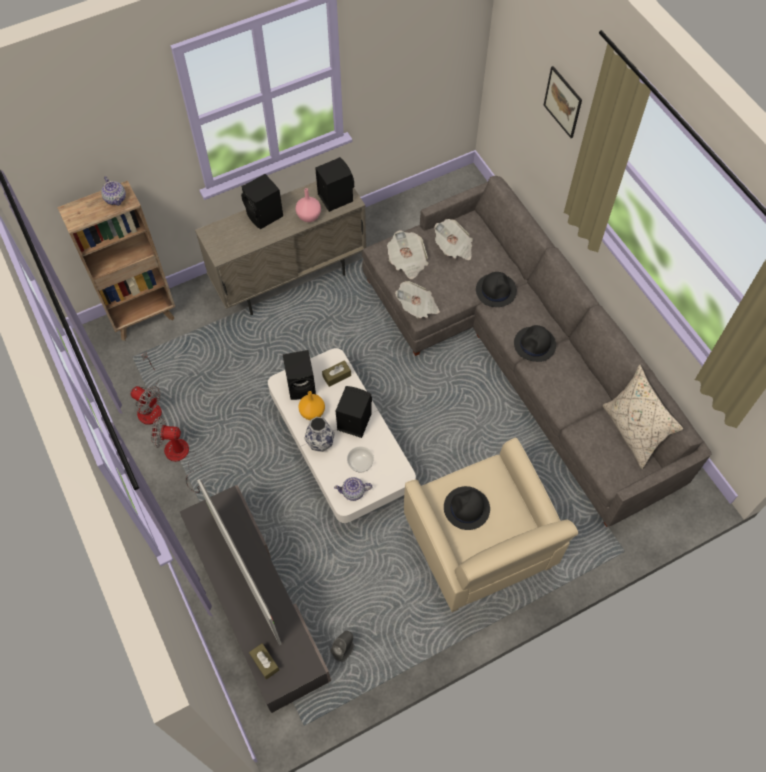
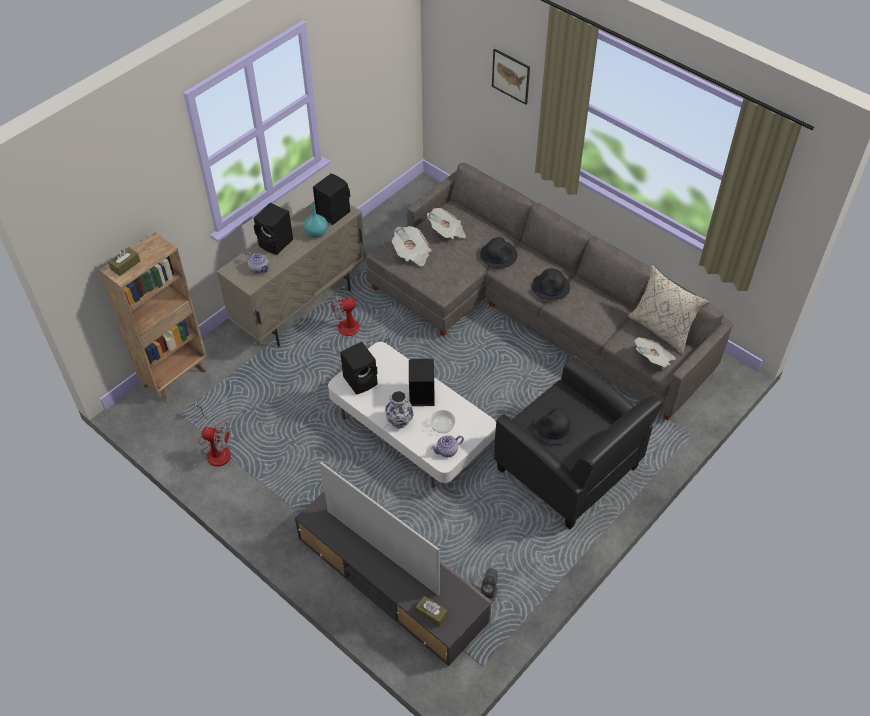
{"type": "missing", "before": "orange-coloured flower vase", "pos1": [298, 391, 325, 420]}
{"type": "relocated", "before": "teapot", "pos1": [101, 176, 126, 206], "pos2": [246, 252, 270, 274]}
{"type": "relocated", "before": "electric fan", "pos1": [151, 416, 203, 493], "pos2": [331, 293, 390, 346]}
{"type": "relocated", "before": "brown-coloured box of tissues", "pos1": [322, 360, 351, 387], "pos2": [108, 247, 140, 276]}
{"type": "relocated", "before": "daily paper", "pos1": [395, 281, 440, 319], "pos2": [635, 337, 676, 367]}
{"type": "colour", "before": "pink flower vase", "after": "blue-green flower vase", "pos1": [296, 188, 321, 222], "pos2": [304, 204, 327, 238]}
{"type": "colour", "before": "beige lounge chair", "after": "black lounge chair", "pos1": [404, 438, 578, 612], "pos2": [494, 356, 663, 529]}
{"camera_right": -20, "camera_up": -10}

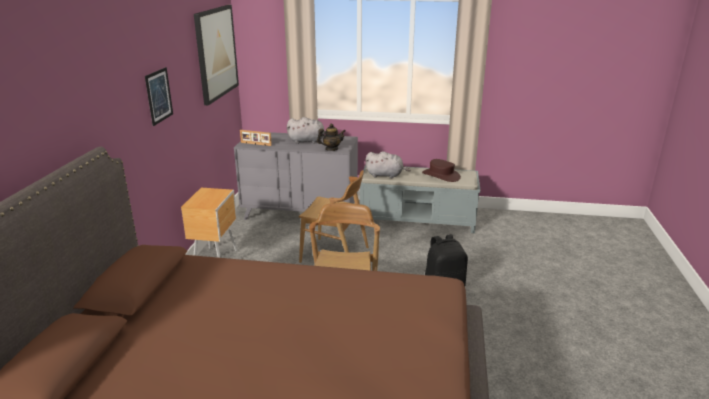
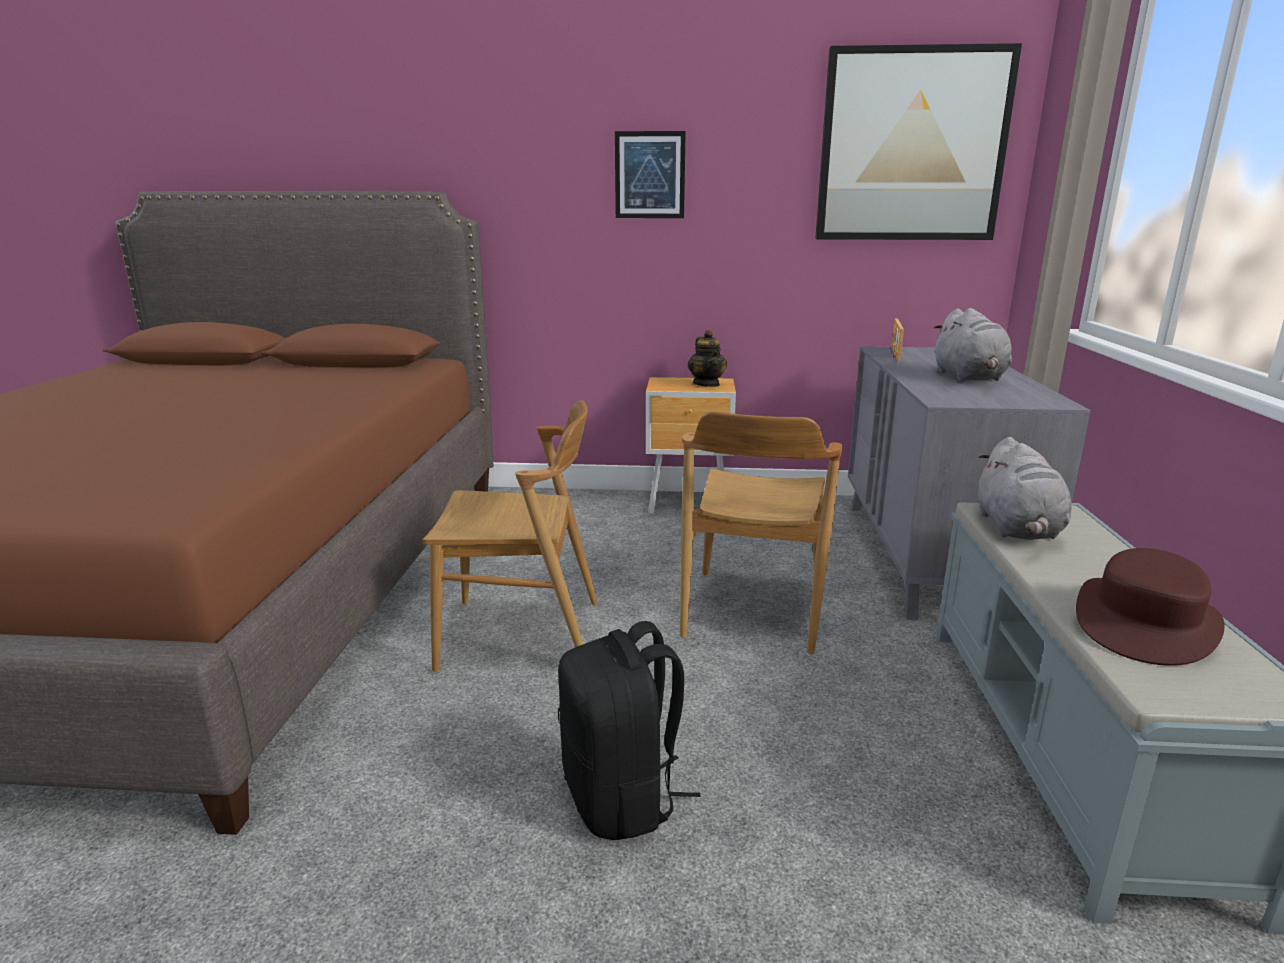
{"type": "relocated", "before": "teapot", "pos1": [317, 124, 345, 151], "pos2": [688, 330, 727, 387]}
{"camera_right": 85, "camera_up": -5}

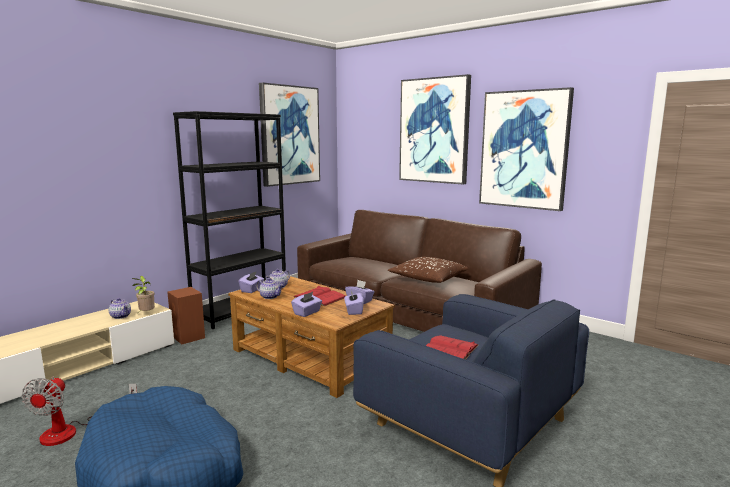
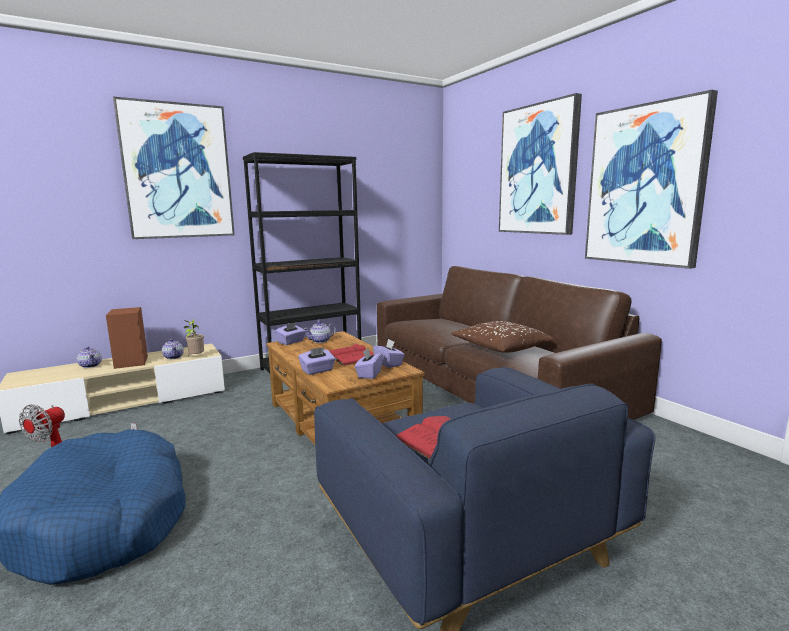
{"type": "relocated", "before": "brown-coloured speaker", "pos1": [167, 287, 205, 345], "pos2": [106, 307, 148, 369]}
{"type": "relocated", "before": "teapot", "pos1": [256, 278, 283, 299], "pos2": [77, 347, 102, 368]}
{"type": "relocated", "before": "wall picture", "pos1": [259, 83, 320, 187], "pos2": [113, 97, 235, 239]}
{"camera_right": 20, "camera_up": 0}

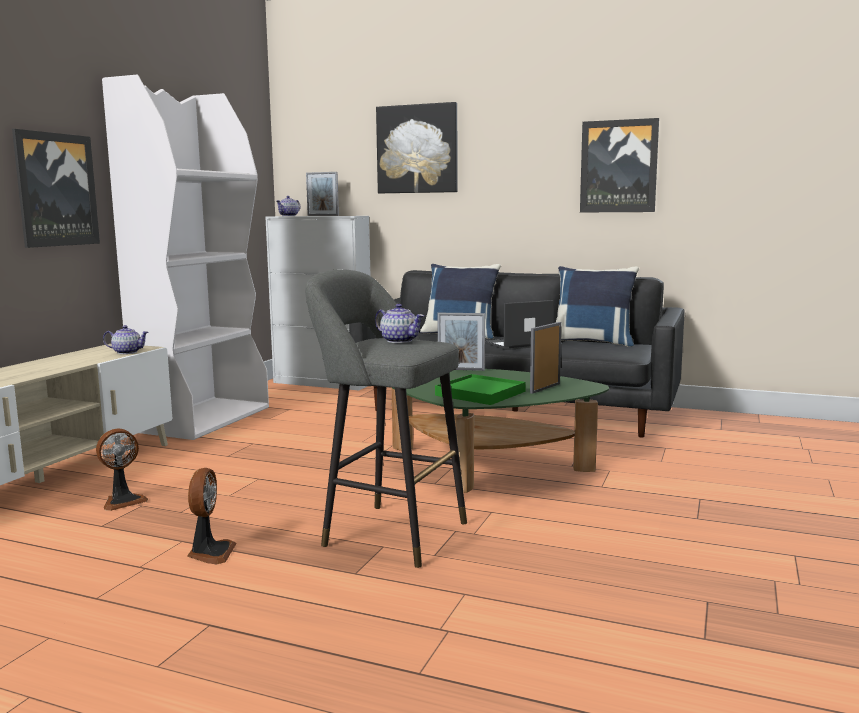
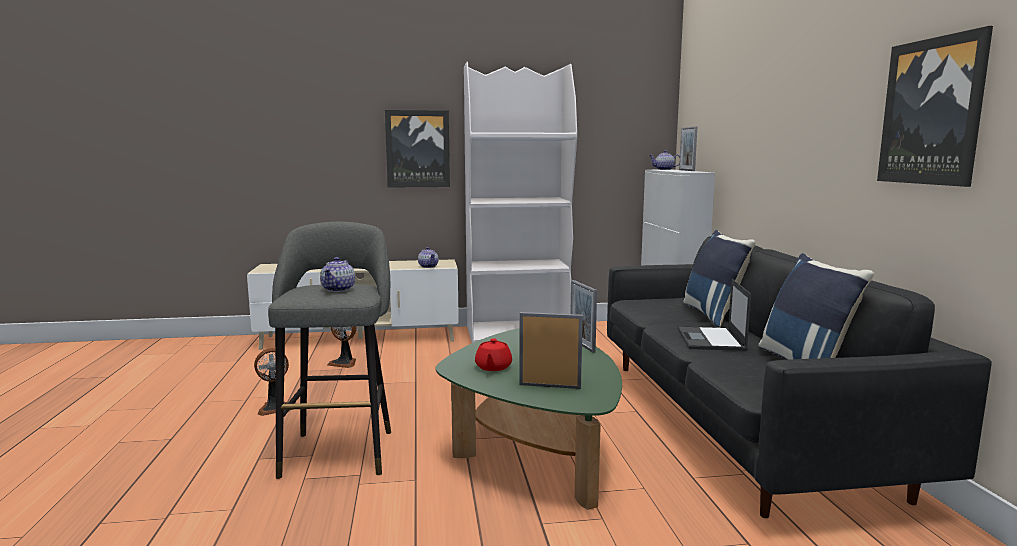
{"type": "missing", "before": "wall picture", "pos1": [376, 102, 457, 193]}
{"type": "exchanged", "before": "greenish carrying tray", "after": "red teapot", "pos1": [435, 374, 526, 405], "pos2": [475, 338, 512, 371]}
{"type": "spun", "before": "portable computer", "pos1": [485, 300, 554, 350], "pos2": [678, 279, 751, 351], "turn": -120}
{"camera_right": 60, "camera_up": 0}

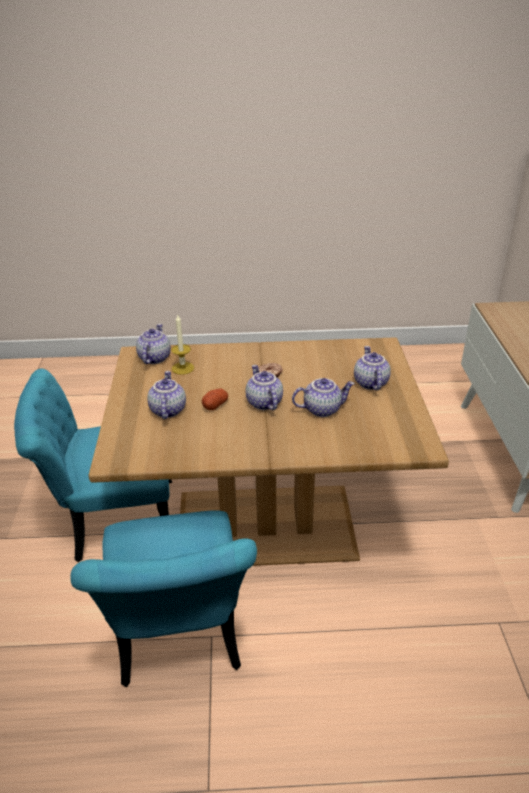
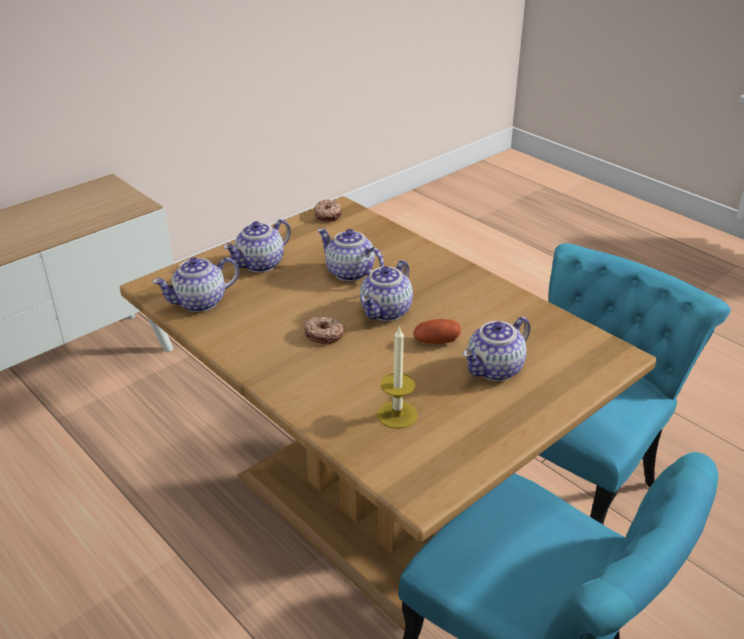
{"type": "appeared", "after": "ring doughnut", "pos2": [314, 200, 342, 222]}
{"type": "relocated", "before": "teapot", "pos1": [136, 324, 171, 364], "pos2": [152, 257, 239, 312]}
{"camera_right": -130, "camera_up": 0}

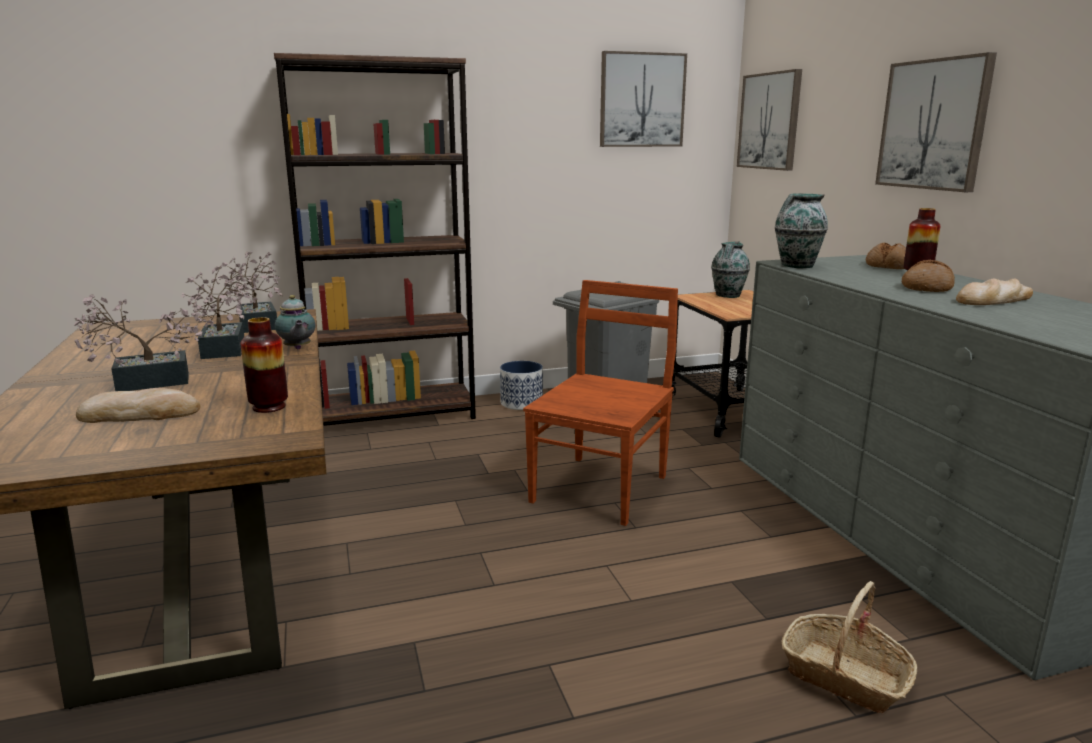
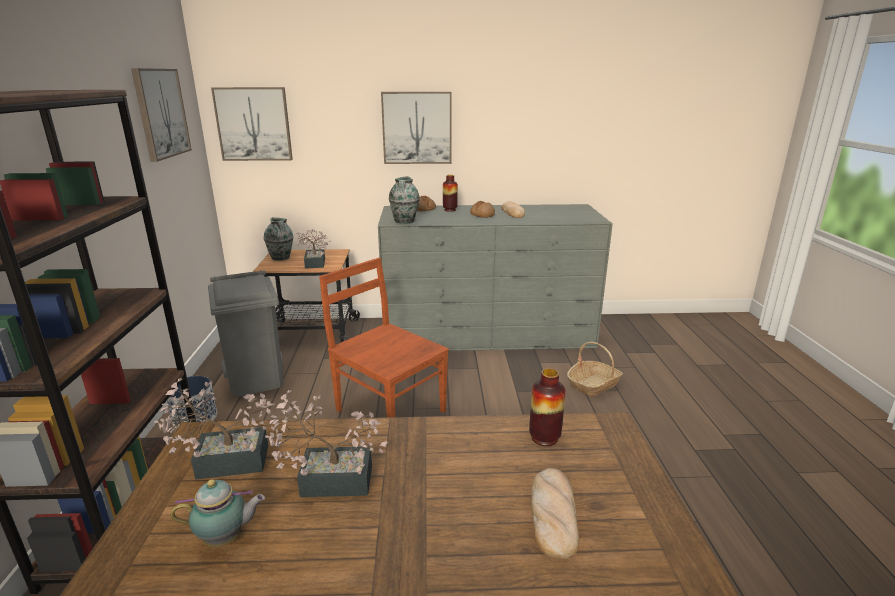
{"type": "relocated", "before": "potted plant", "pos1": [74, 294, 203, 391], "pos2": [296, 229, 330, 269]}
{"type": "relocated", "before": "teapot", "pos1": [275, 295, 315, 349], "pos2": [170, 479, 265, 547]}
{"camera_right": -75, "camera_up": 5}

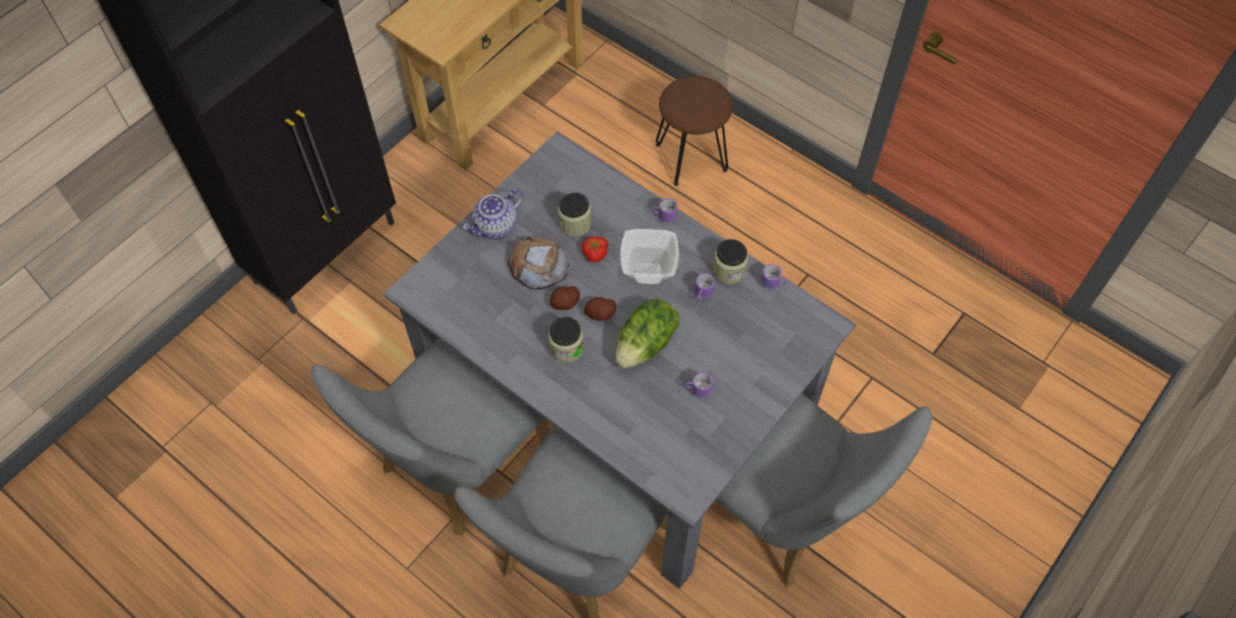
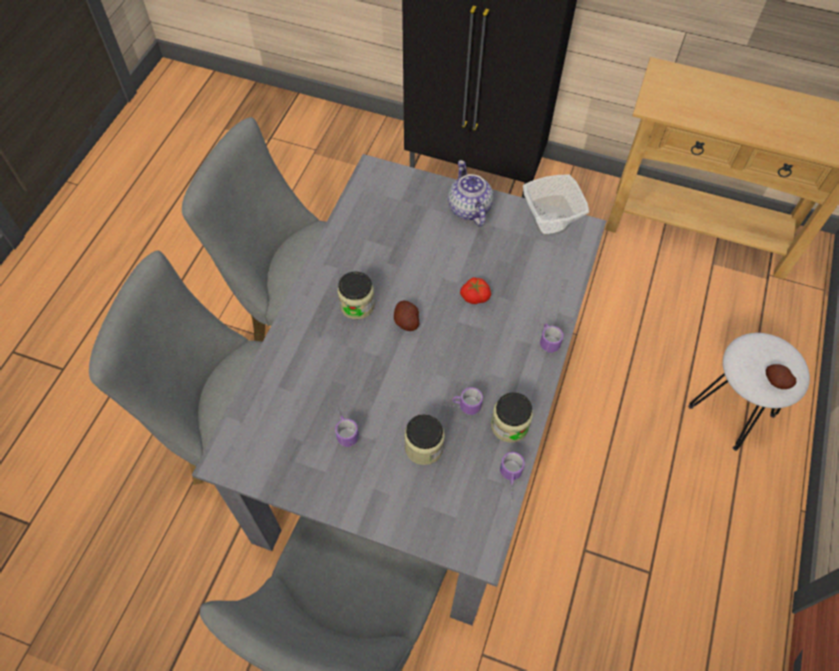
{"type": "missing", "before": "baked bread", "pos1": [507, 236, 570, 290]}
{"type": "missing", "before": "lettuce head", "pos1": [615, 299, 679, 368]}
{"type": "relocated", "before": "potato", "pos1": [550, 286, 580, 310], "pos2": [766, 364, 797, 389]}
{"type": "relocated", "before": "preserve jar", "pos1": [558, 192, 591, 237], "pos2": [404, 414, 445, 465]}
{"type": "relocated", "before": "deep dish", "pos1": [620, 229, 679, 286], "pos2": [523, 175, 589, 236]}
{"type": "colour", "before": "brown-coloured stool", "after": "white-coloured stool", "pos1": [656, 76, 733, 186], "pos2": [688, 333, 810, 451]}
{"type": "spun", "before": "teapot", "pos1": [463, 189, 524, 239], "pos2": [448, 160, 493, 227], "turn": 45}
{"camera_right": 70, "camera_up": 0}

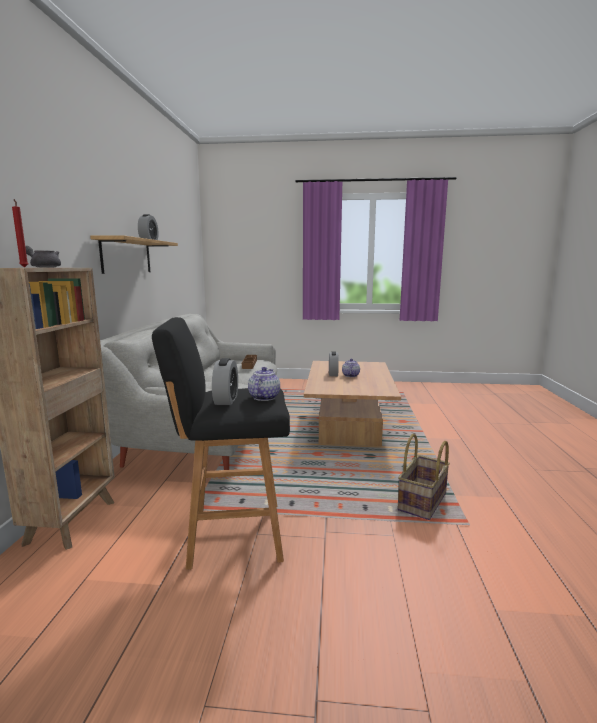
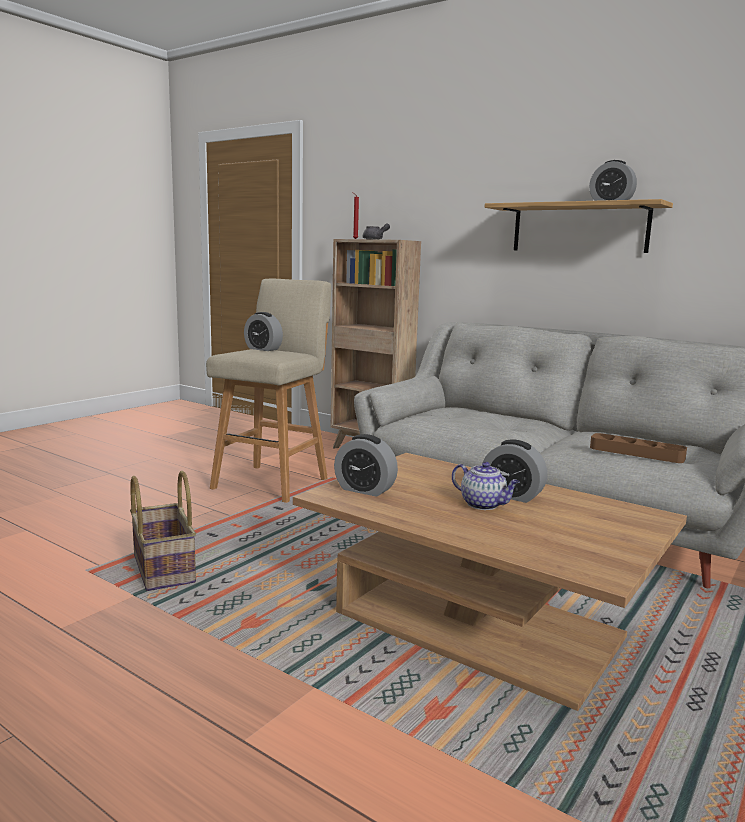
{"type": "missing", "before": "teapot", "pos1": [248, 367, 280, 401]}
{"type": "appeared", "after": "bedside clock", "pos2": [334, 434, 398, 497]}
{"type": "colour", "before": "black stool", "after": "beige stool", "pos1": [152, 317, 290, 570], "pos2": [206, 279, 331, 503]}
{"camera_right": 120, "camera_up": 0}

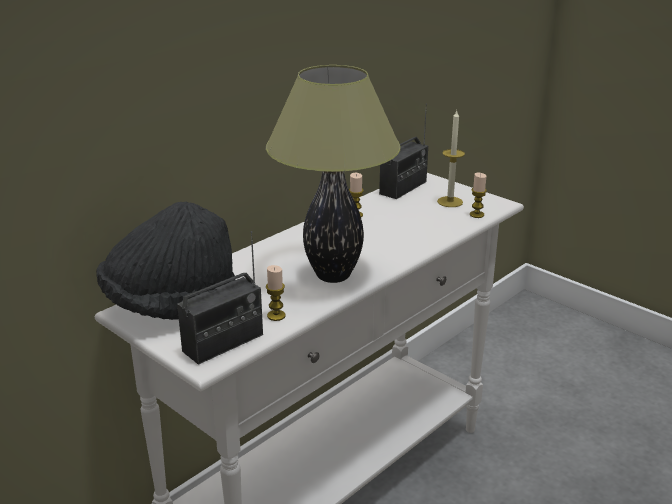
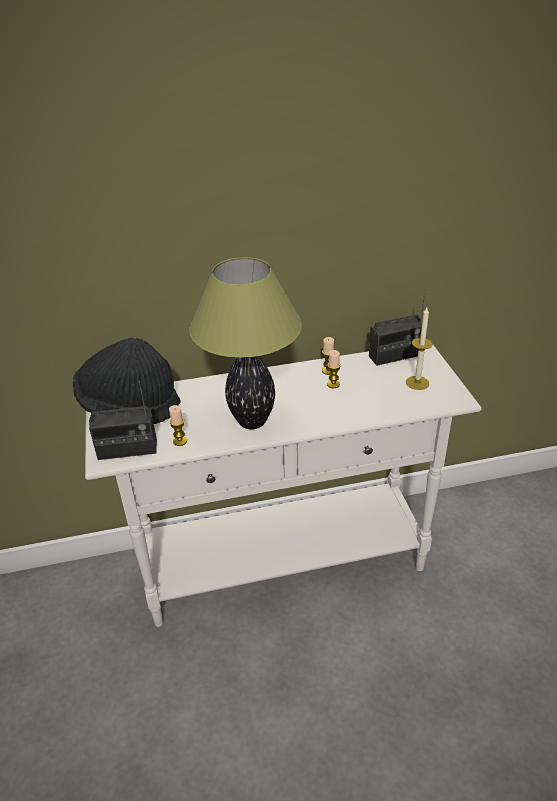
{"type": "relocated", "before": "candle", "pos1": [470, 173, 487, 218], "pos2": [327, 350, 341, 388]}
{"camera_right": 35, "camera_up": 10}

